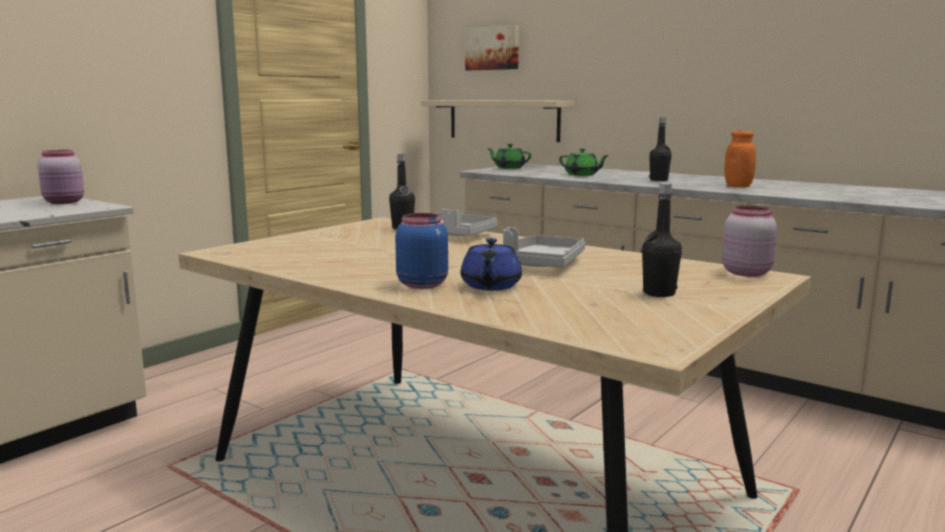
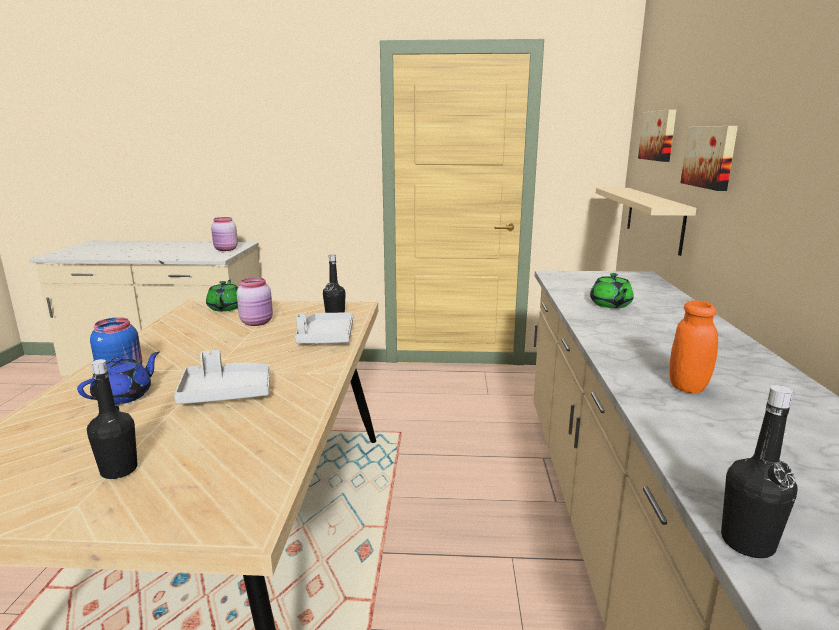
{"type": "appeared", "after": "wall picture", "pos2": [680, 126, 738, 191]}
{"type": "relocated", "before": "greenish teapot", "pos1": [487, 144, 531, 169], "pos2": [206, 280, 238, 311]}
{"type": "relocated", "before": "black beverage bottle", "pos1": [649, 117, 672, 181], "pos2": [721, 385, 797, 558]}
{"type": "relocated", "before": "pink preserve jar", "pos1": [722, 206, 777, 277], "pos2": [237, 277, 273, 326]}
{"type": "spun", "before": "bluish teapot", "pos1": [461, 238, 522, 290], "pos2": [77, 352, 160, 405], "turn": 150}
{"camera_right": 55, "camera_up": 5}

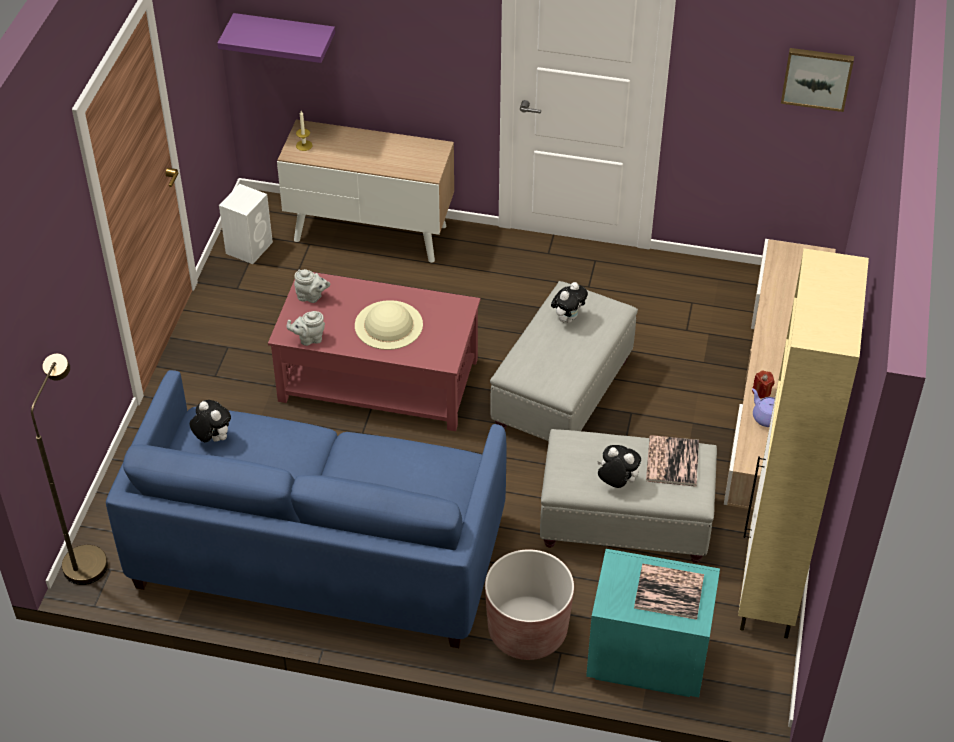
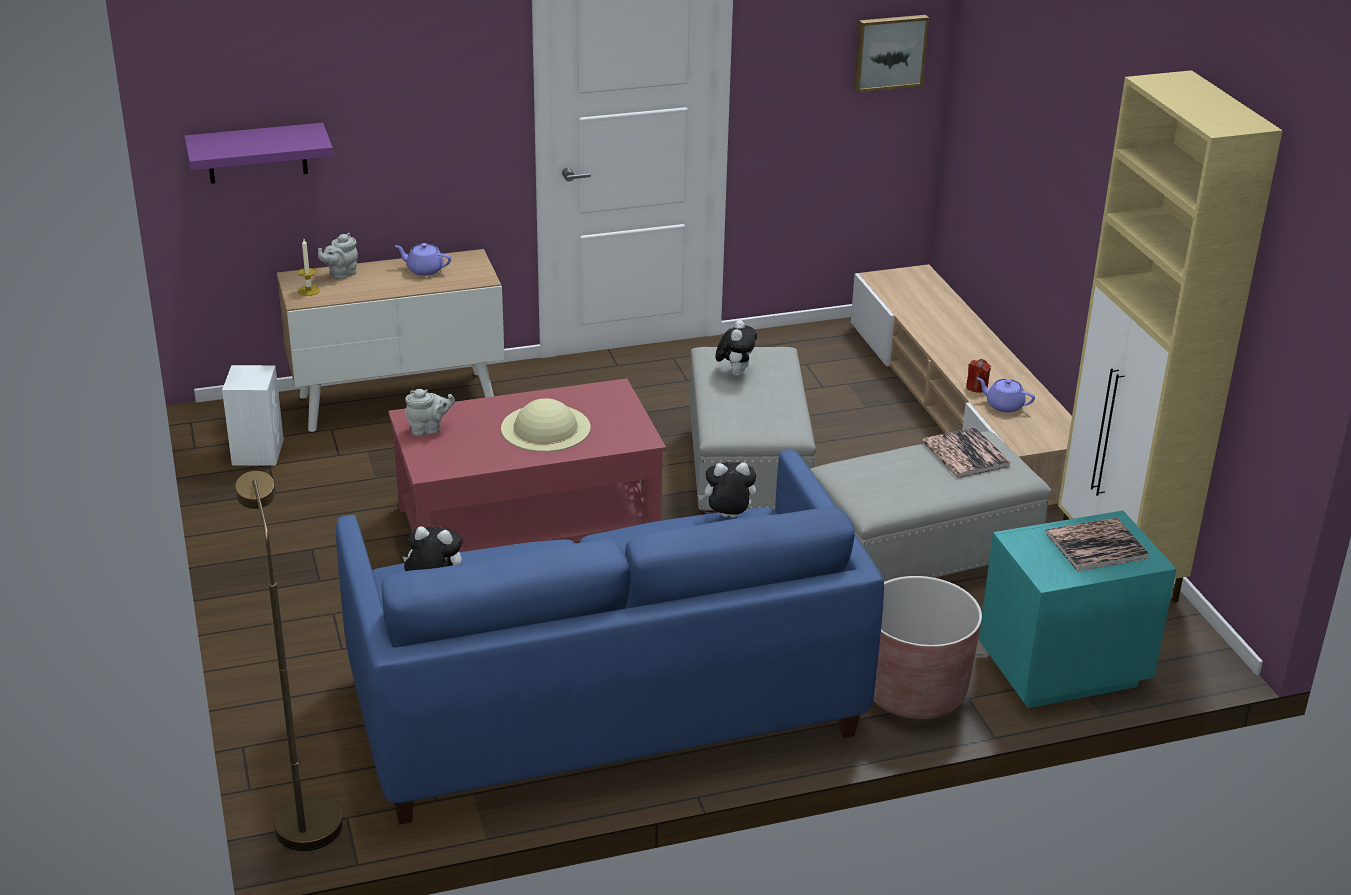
{"type": "appeared", "after": "purple-coloured teapot", "pos2": [395, 243, 451, 276]}
{"type": "relocated", "before": "gray teapot", "pos1": [287, 311, 325, 346], "pos2": [318, 233, 358, 280]}
{"type": "relocated", "before": "cuddly toy", "pos1": [597, 445, 641, 488], "pos2": [698, 462, 756, 518]}
{"camera_right": -30, "camera_up": -15}

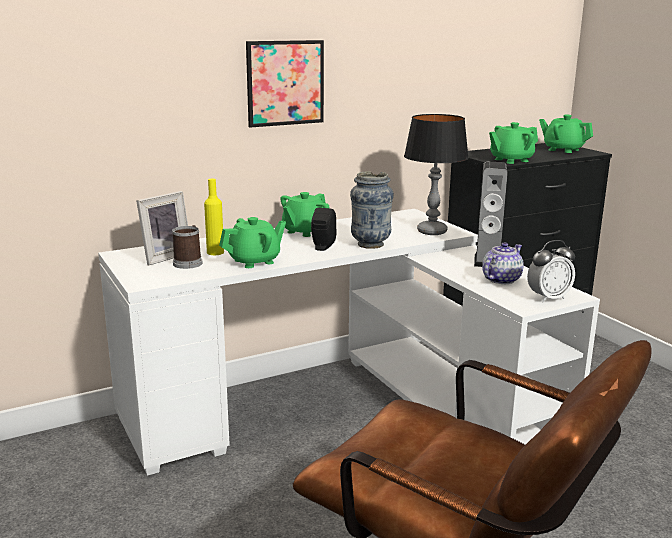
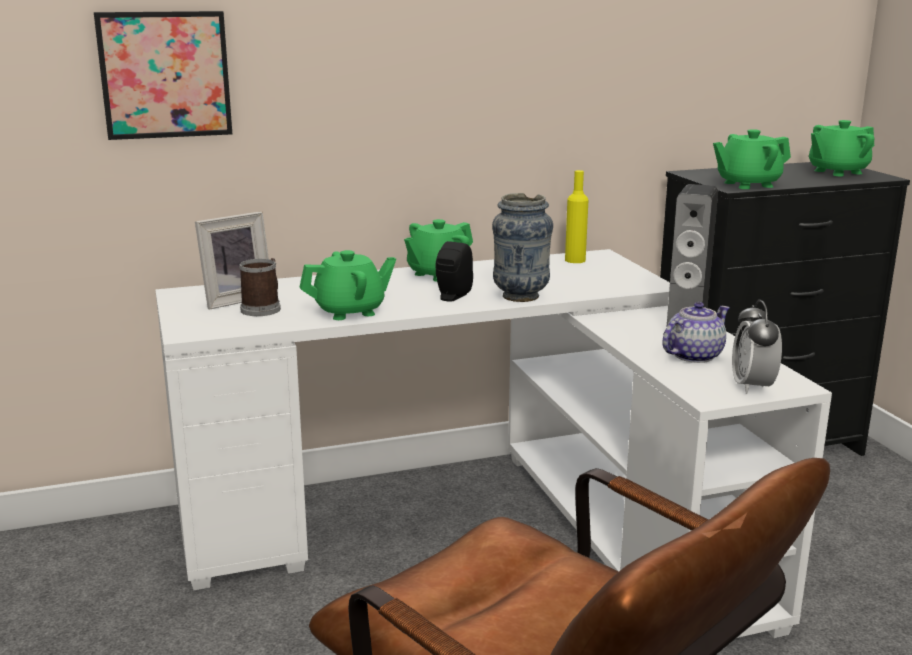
{"type": "missing", "before": "tabletop lamp", "pos1": [404, 114, 469, 235]}
{"type": "relocated", "before": "yellow beverage bottle", "pos1": [204, 179, 224, 255], "pos2": [565, 170, 588, 263]}
{"type": "relocated", "before": "wall picture", "pos1": [246, 40, 324, 128], "pos2": [94, 11, 232, 140]}
{"type": "spun", "before": "bedside clock", "pos1": [527, 240, 575, 302], "pos2": [732, 300, 782, 394], "turn": 105}
{"type": "spun", "before": "greenish teapot", "pos1": [539, 115, 593, 153], "pos2": [809, 120, 874, 176], "turn": -75}
{"camera_right": 10, "camera_up": 0}

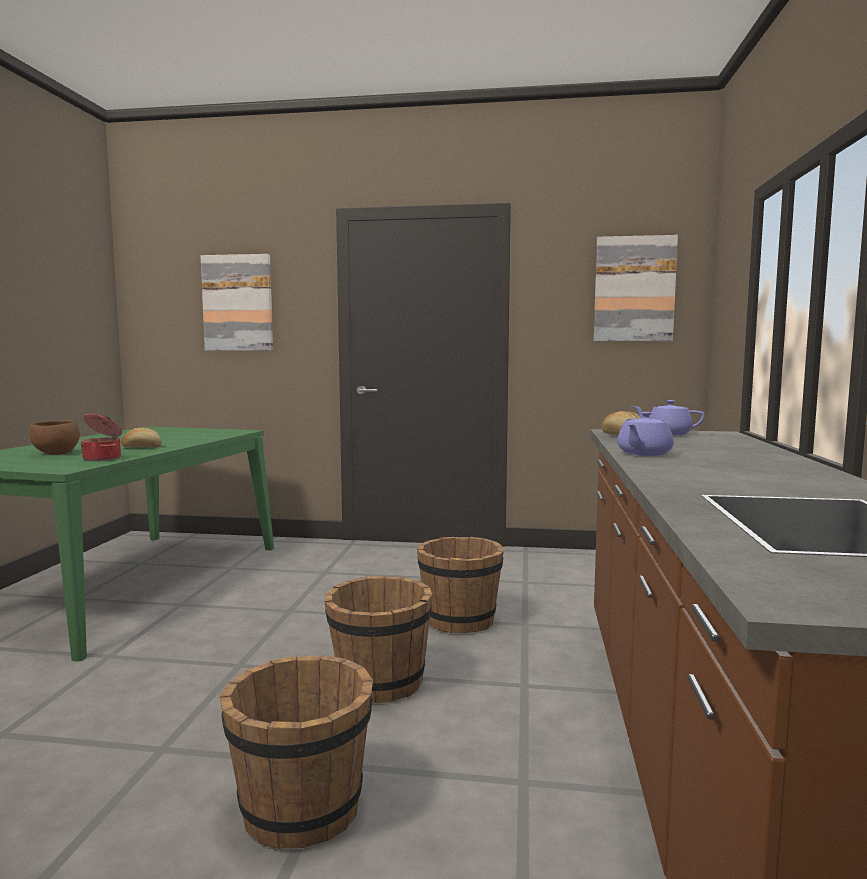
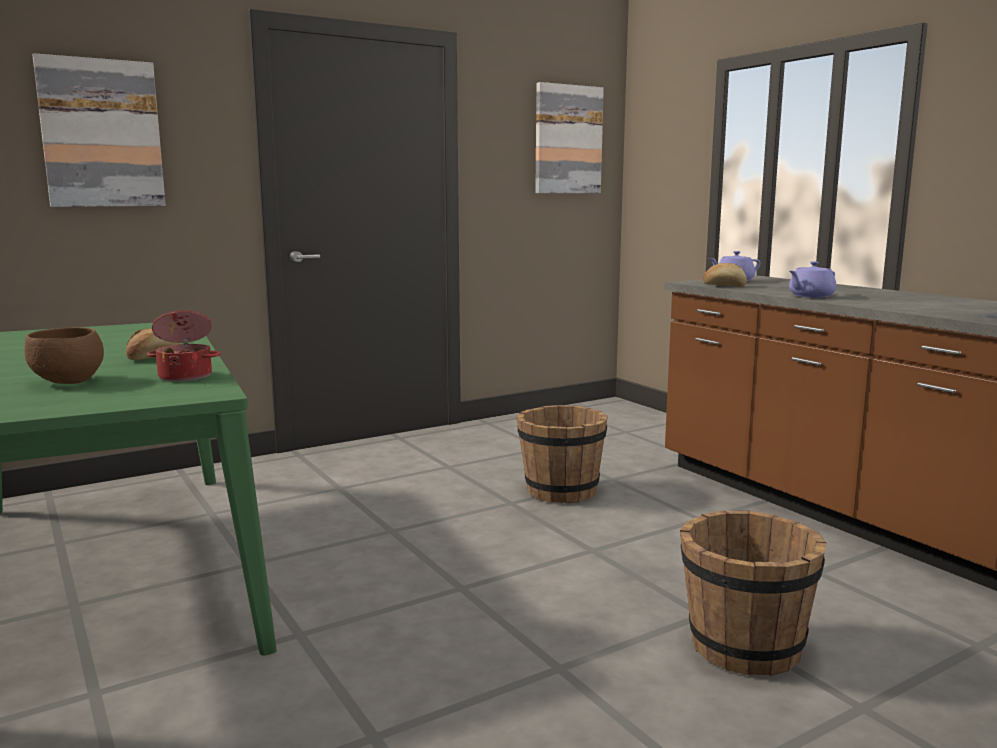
{"type": "missing", "before": "brown-coloured bucket", "pos1": [325, 576, 432, 703]}
{"type": "spun", "before": "purple-coloured teapot", "pos1": [617, 412, 674, 456], "pos2": [789, 261, 837, 298], "turn": 60}
{"camera_right": -40, "camera_up": 5}

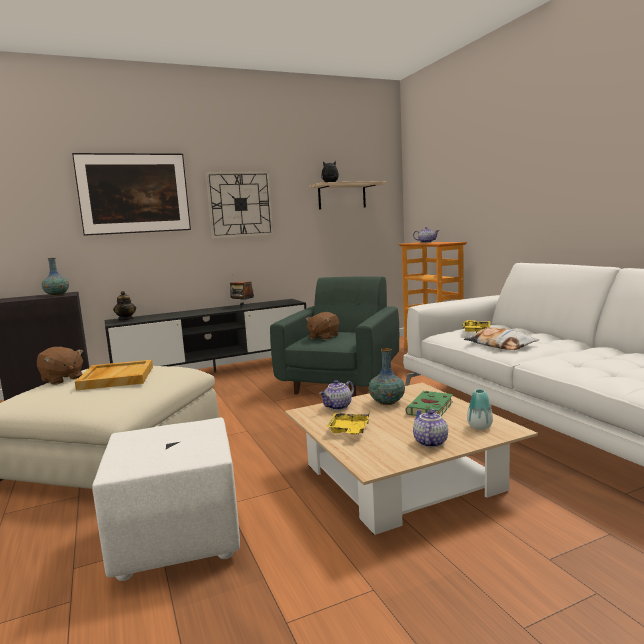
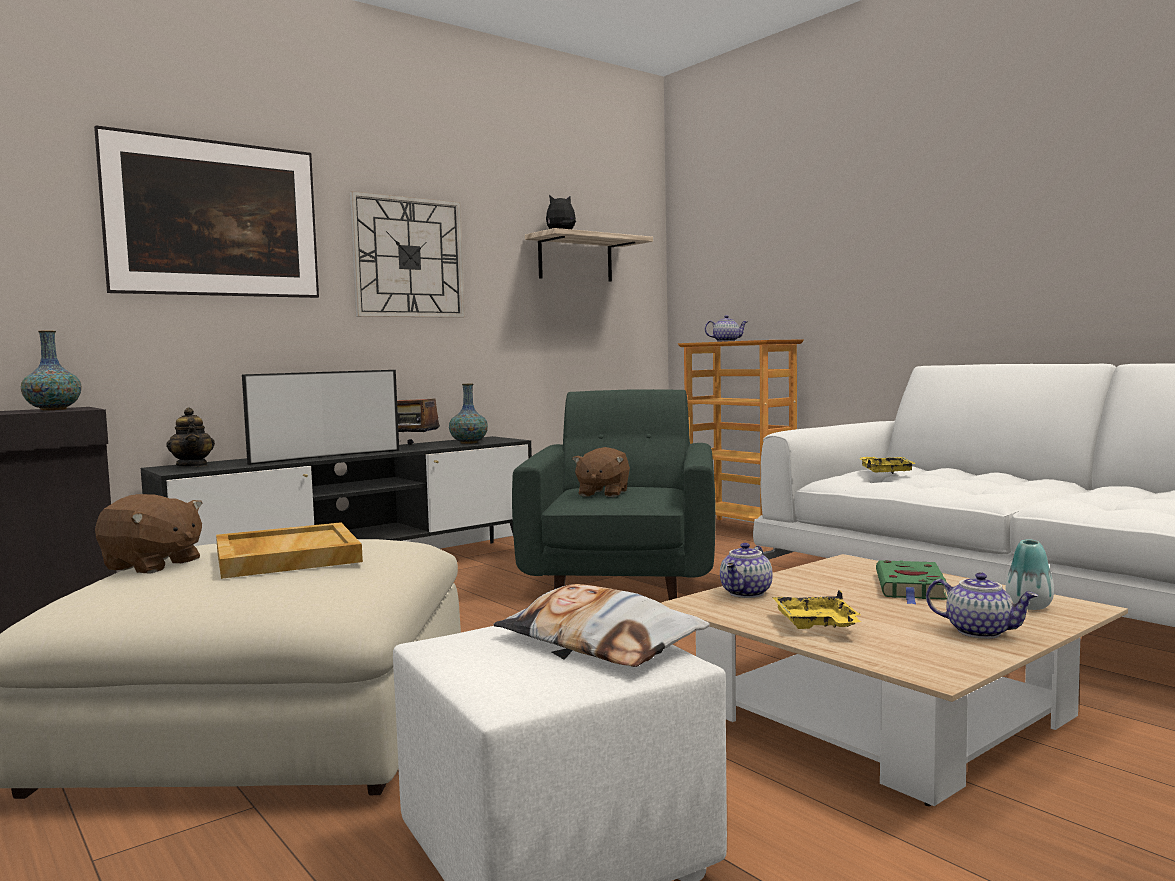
{"type": "appeared", "after": "TV", "pos2": [242, 370, 399, 465]}
{"type": "relocated", "before": "flower vase", "pos1": [369, 348, 405, 405], "pos2": [449, 384, 488, 444]}
{"type": "relocated", "before": "throw pillow", "pos1": [464, 327, 539, 350], "pos2": [494, 584, 710, 667]}
{"type": "spun", "before": "teapot", "pos1": [413, 409, 448, 447], "pos2": [926, 572, 1038, 639], "turn": 120}
{"camera_right": -15, "camera_up": -5}

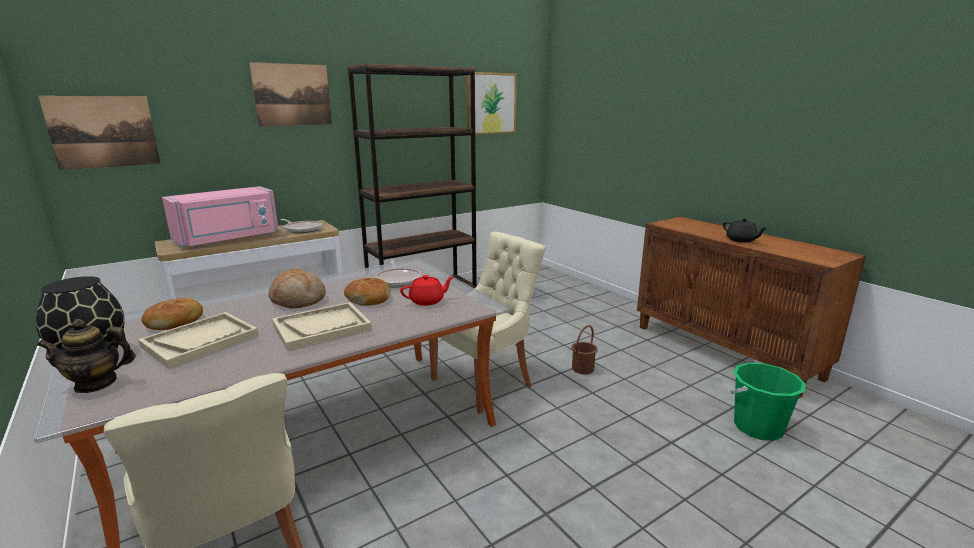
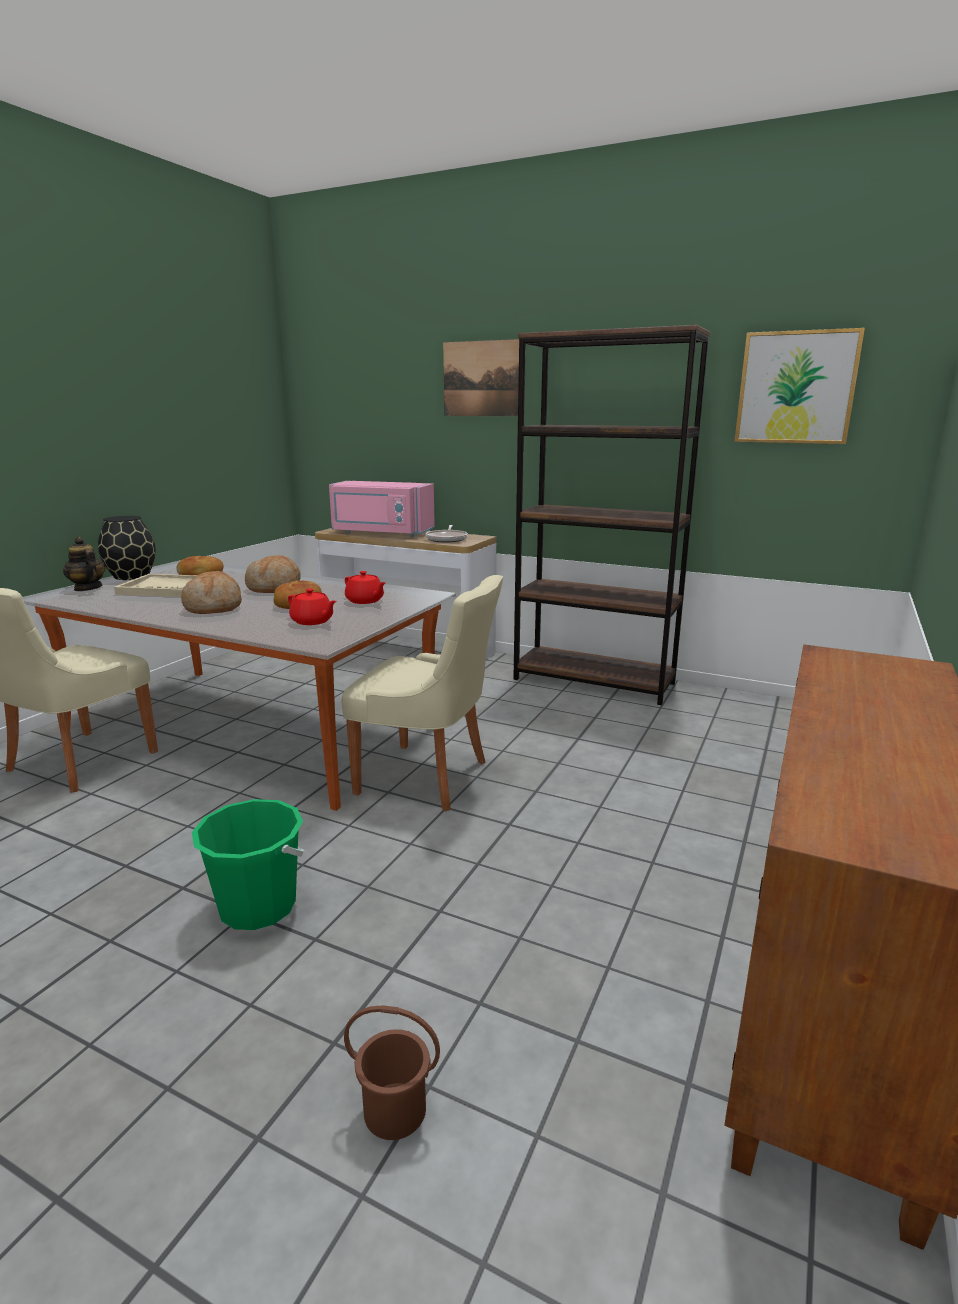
{"type": "missing", "before": "wall picture", "pos1": [39, 96, 161, 170]}
{"type": "missing", "before": "black teapot", "pos1": [723, 218, 767, 243]}
{"type": "relocated", "before": "brown-coloured bucket", "pos1": [571, 325, 598, 374], "pos2": [344, 1005, 440, 1140]}
{"type": "relocated", "before": "greenish bucket", "pos1": [730, 363, 806, 441], "pos2": [192, 799, 304, 930]}
{"type": "exchanged", "before": "beige carrying tray", "after": "baked bread", "pos1": [272, 302, 372, 351], "pos2": [181, 571, 242, 614]}
{"type": "exchanged", "before": "frying pan", "after": "red teapot", "pos1": [375, 260, 421, 288], "pos2": [345, 571, 385, 604]}
{"camera_right": 60, "camera_up": 0}

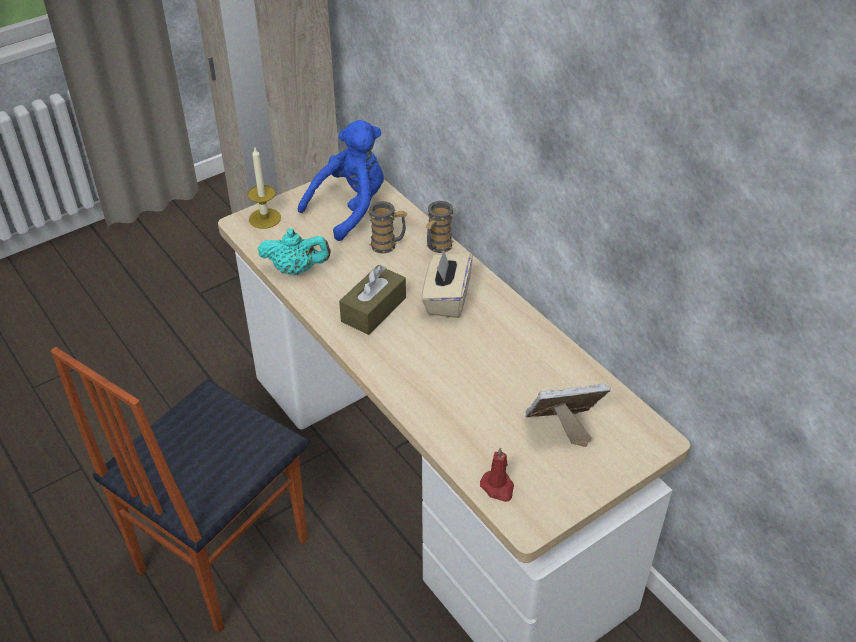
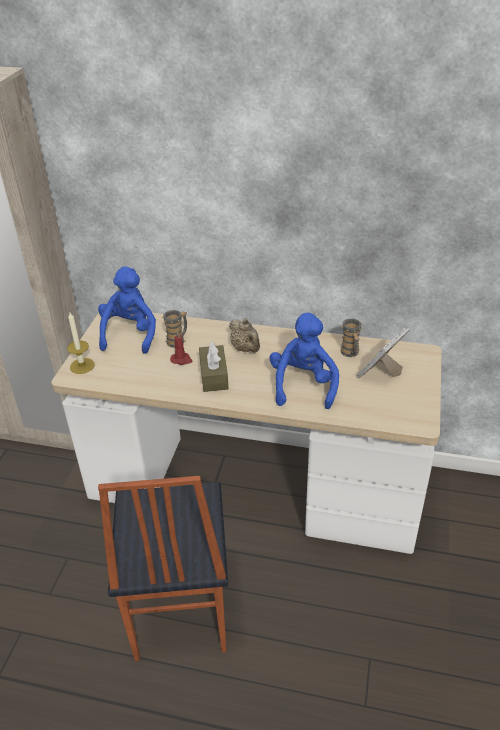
{"type": "missing", "before": "blue-green teapot", "pos1": [258, 229, 331, 275]}
{"type": "appeared", "after": "bluish cuddly toy", "pos2": [269, 313, 339, 409]}
{"type": "relocated", "before": "mug", "pos1": [426, 201, 455, 253], "pos2": [340, 319, 363, 357]}
{"type": "relocated", "before": "red candle", "pos1": [480, 447, 514, 502], "pos2": [170, 331, 192, 365]}
{"type": "exchanged", "before": "beige box of tissues", "after": "beige teapot", "pos1": [421, 250, 473, 318], "pos2": [229, 318, 260, 352]}
{"camera_right": -40, "camera_up": -5}

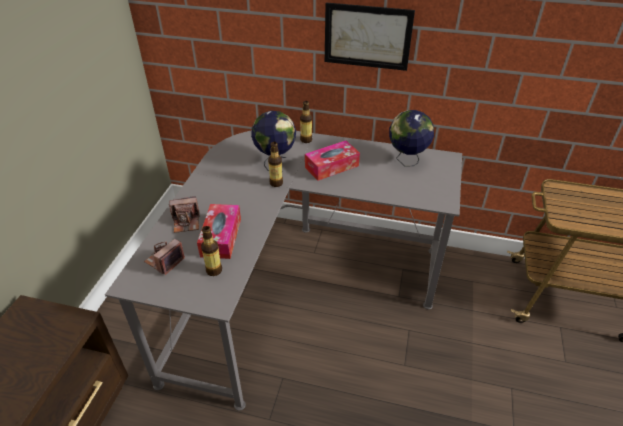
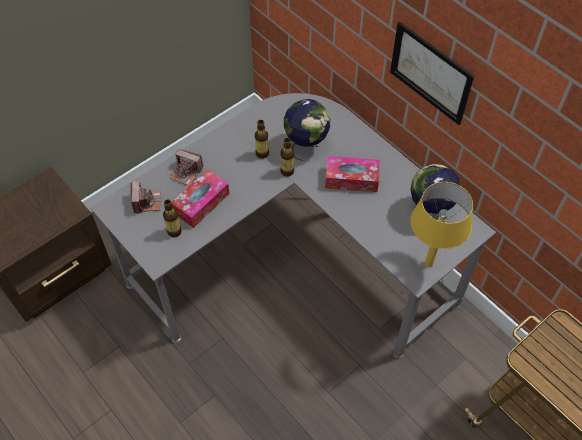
{"type": "appeared", "after": "yellow tabletop lamp", "pos2": [411, 182, 473, 267]}
{"type": "relocated", "before": "beverage bottle", "pos1": [300, 101, 312, 143], "pos2": [255, 120, 269, 159]}
{"type": "spun", "before": "photo camera", "pos1": [144, 239, 185, 275], "pos2": [130, 181, 161, 214], "turn": 105}
{"camera_right": 35, "camera_up": 15}

